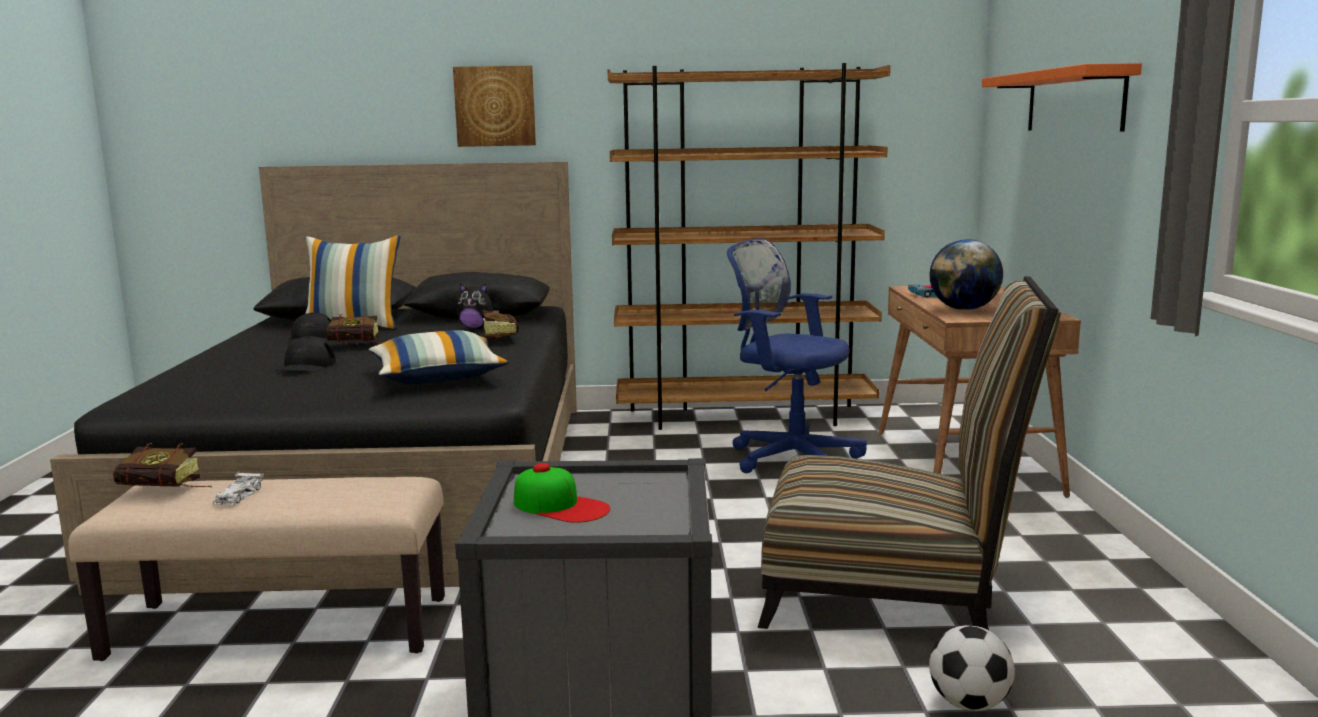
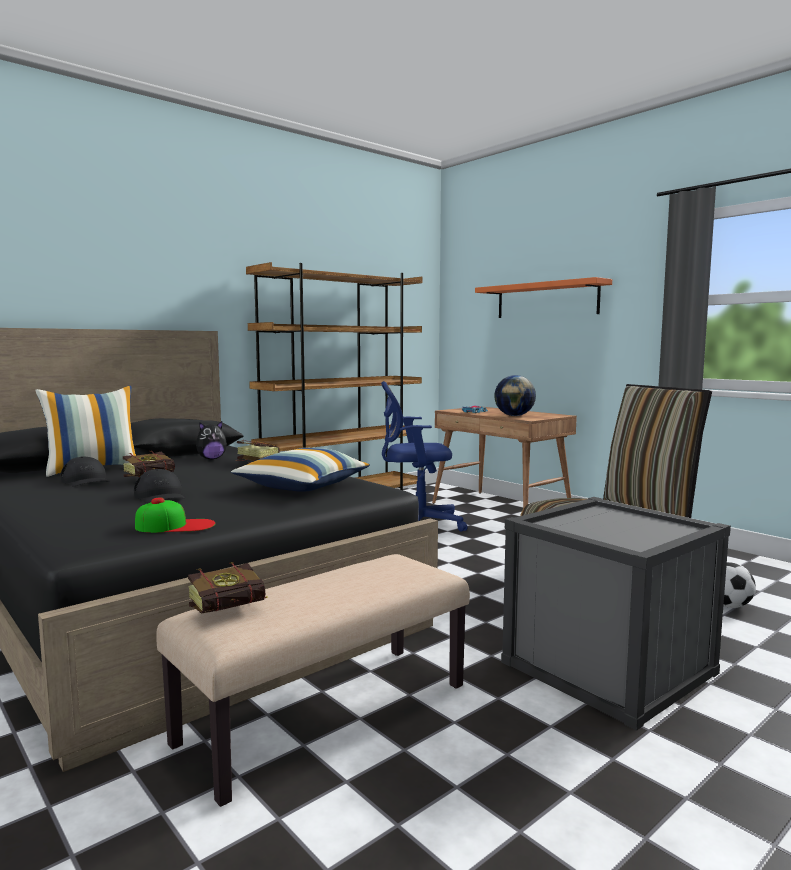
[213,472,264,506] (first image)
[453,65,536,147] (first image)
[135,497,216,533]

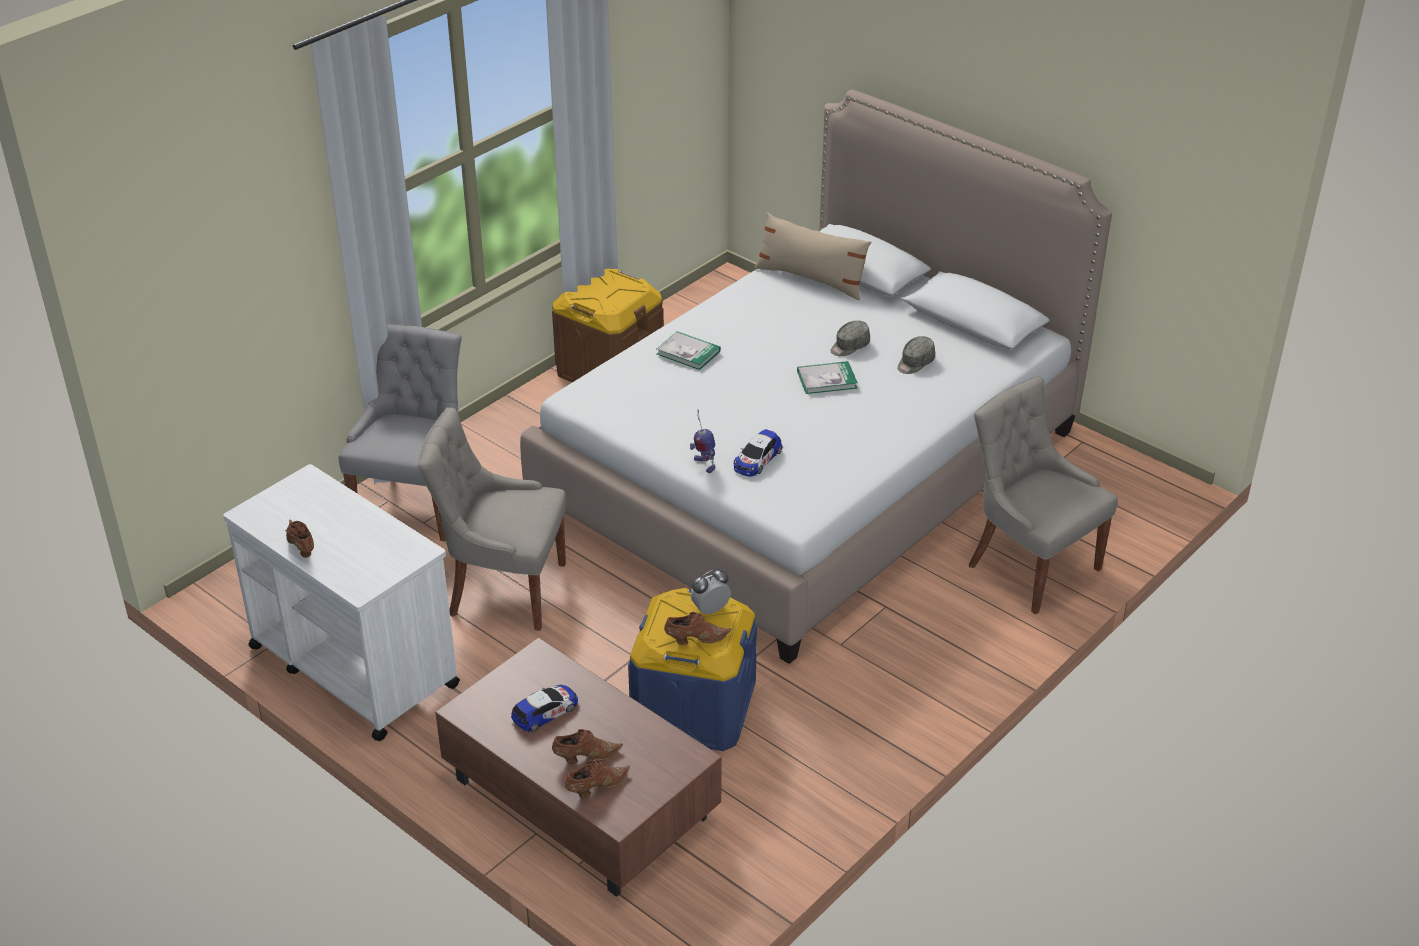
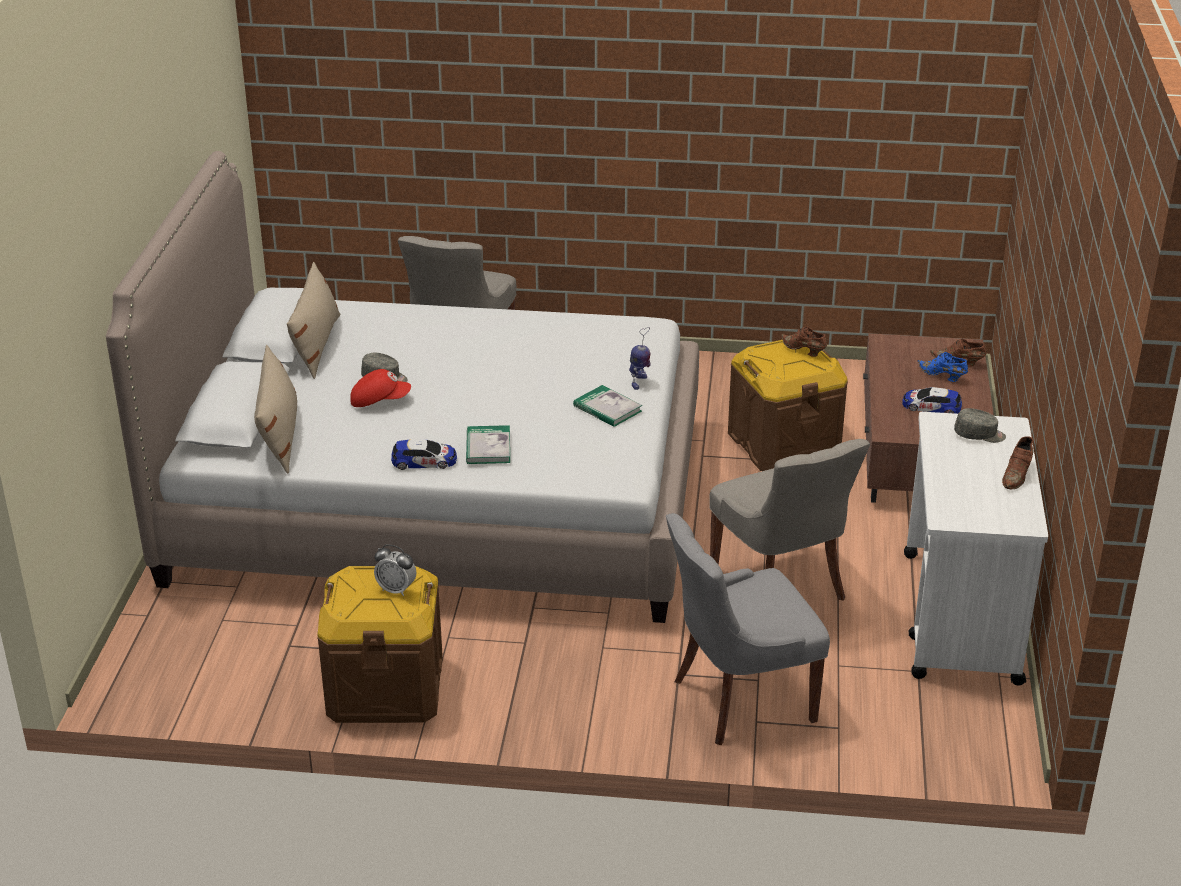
[287,262,340,378]
[350,369,411,407]
[374,544,417,596]
[391,439,457,470]
[573,385,642,427]
[954,408,1006,443]
[917,352,968,382]
[728,340,848,471]

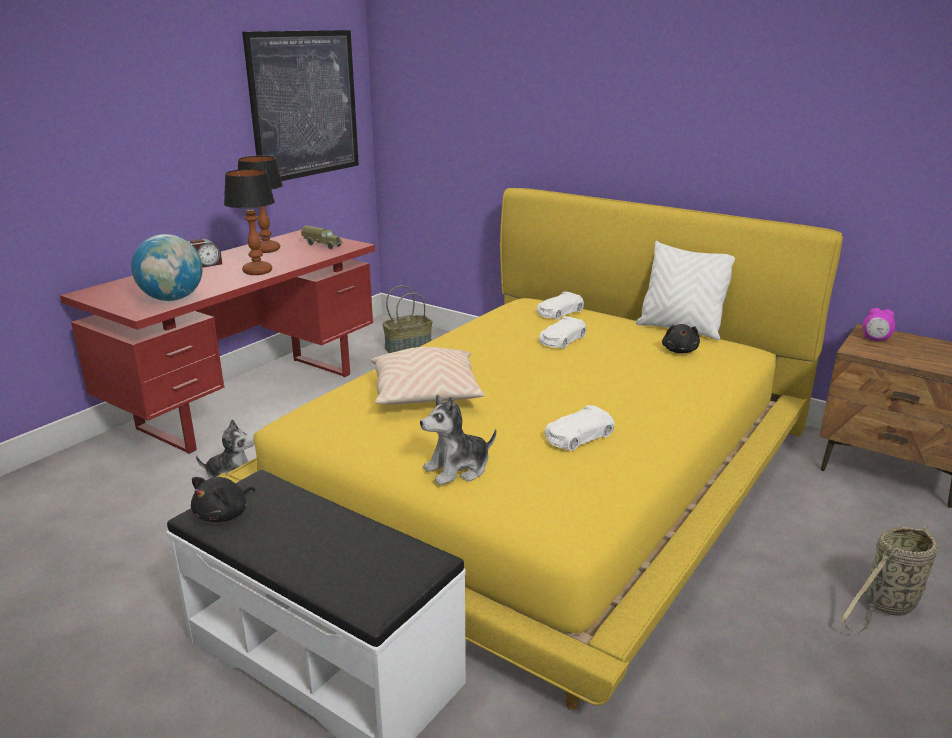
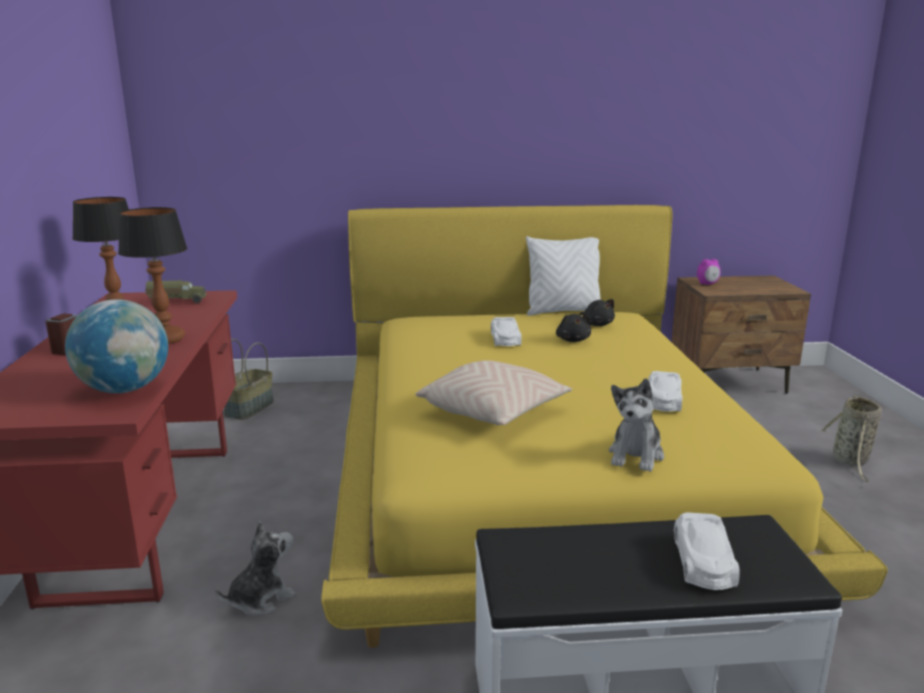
[242,30,359,181] (first image)
[556,314,591,342]
[674,512,740,590]

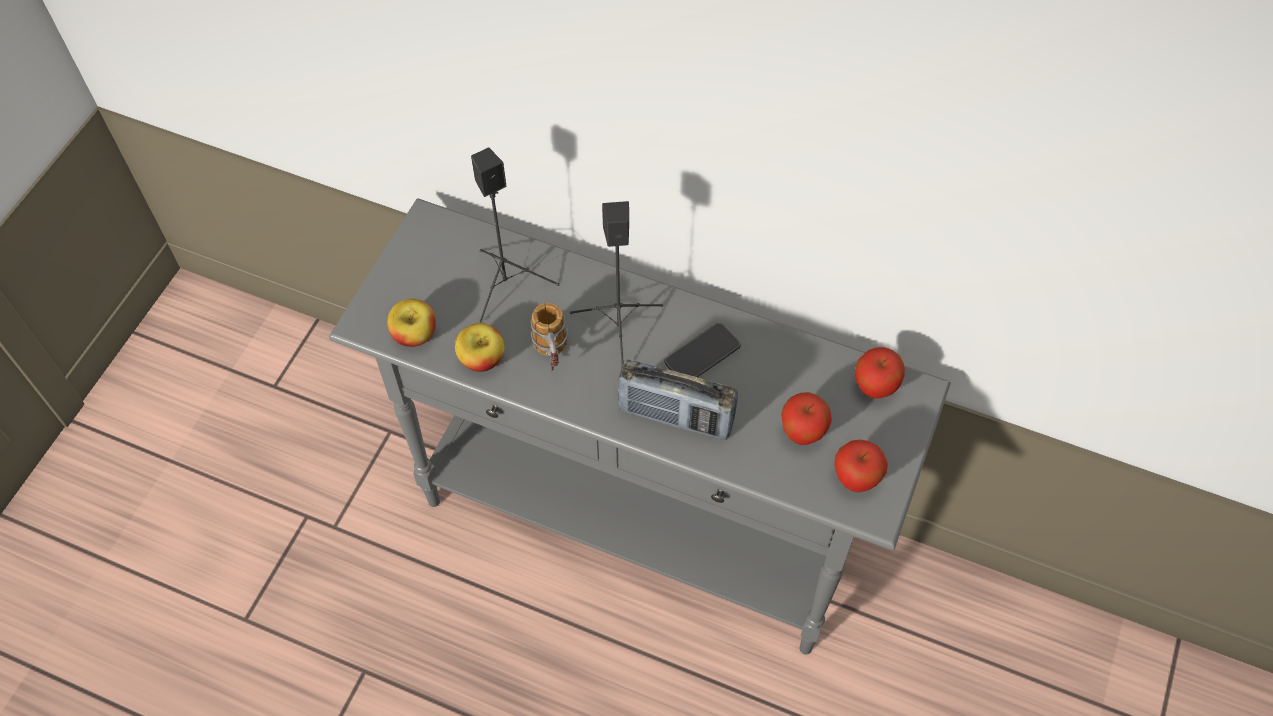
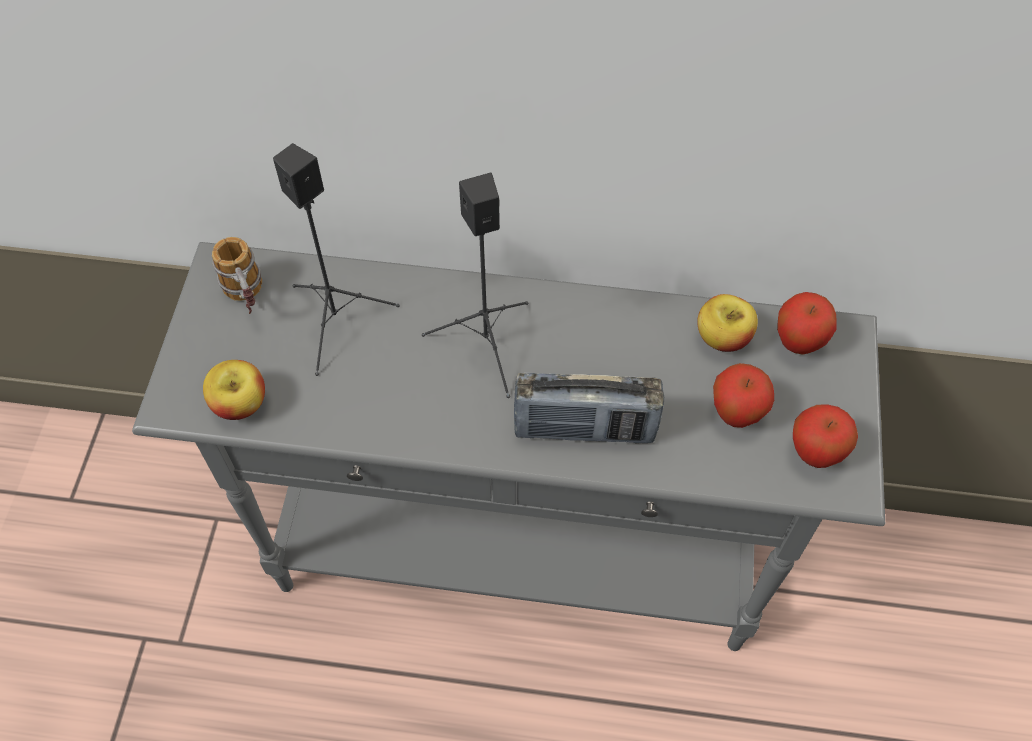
[664,323,741,377] (first image)
[697,294,758,352]
[212,237,262,314]

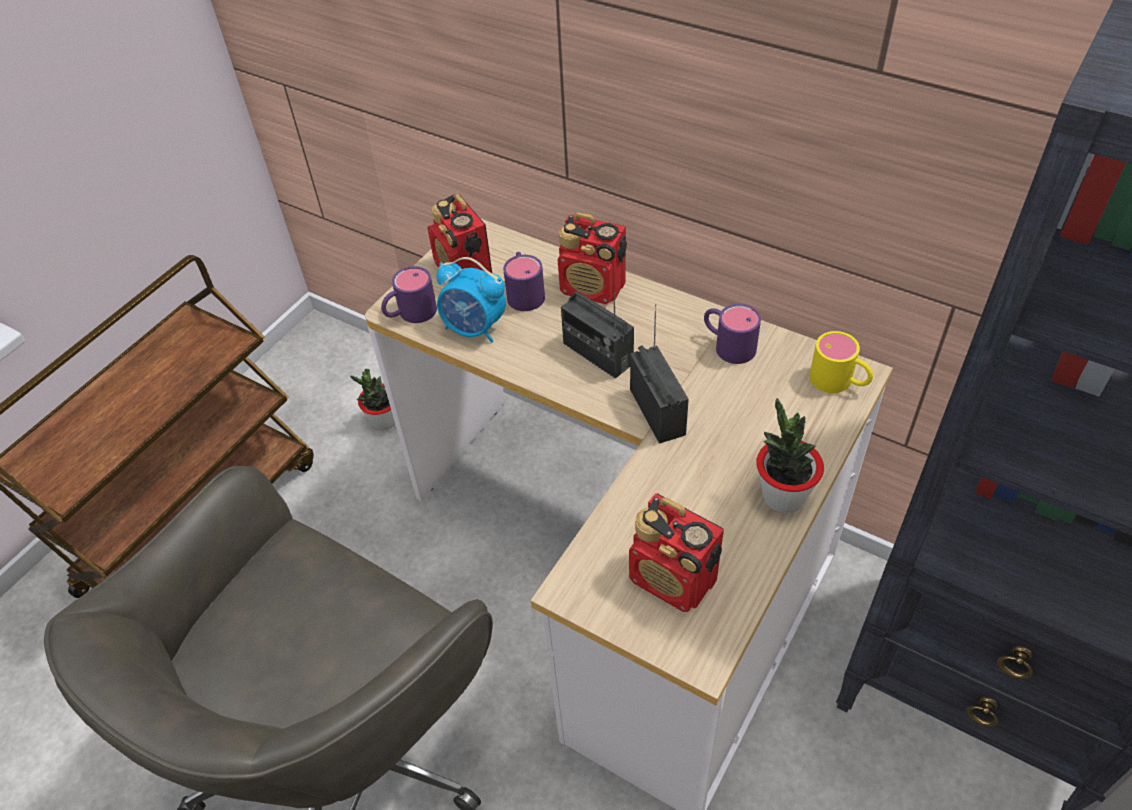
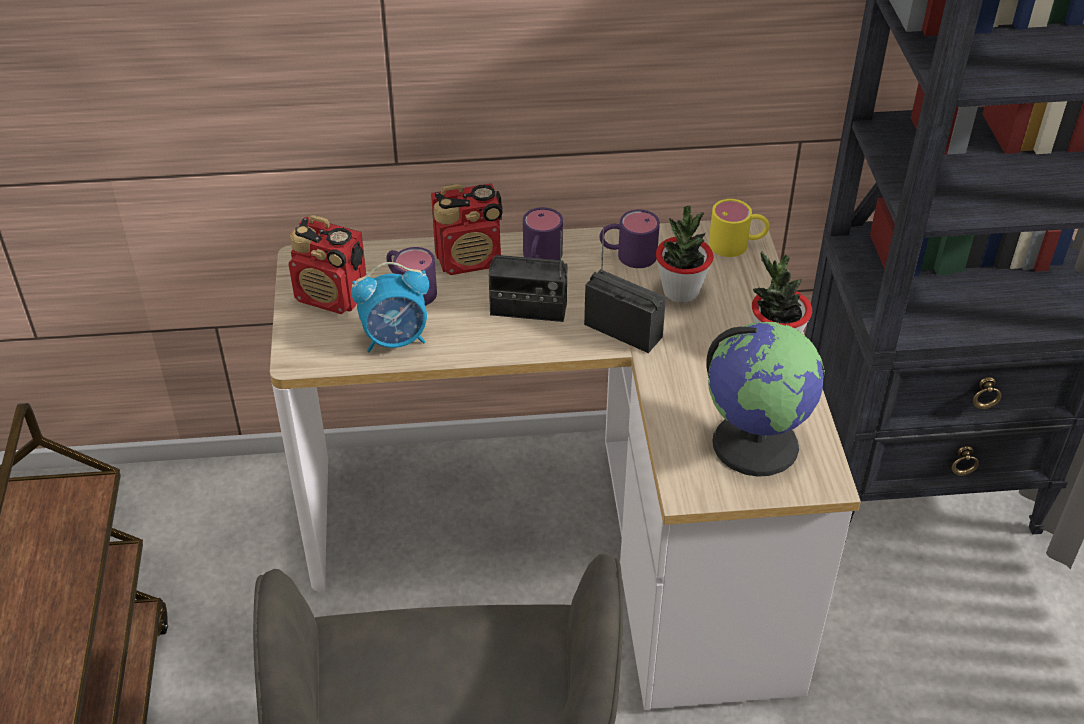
[656,206,713,303]
[523,207,563,260]
[706,322,825,477]

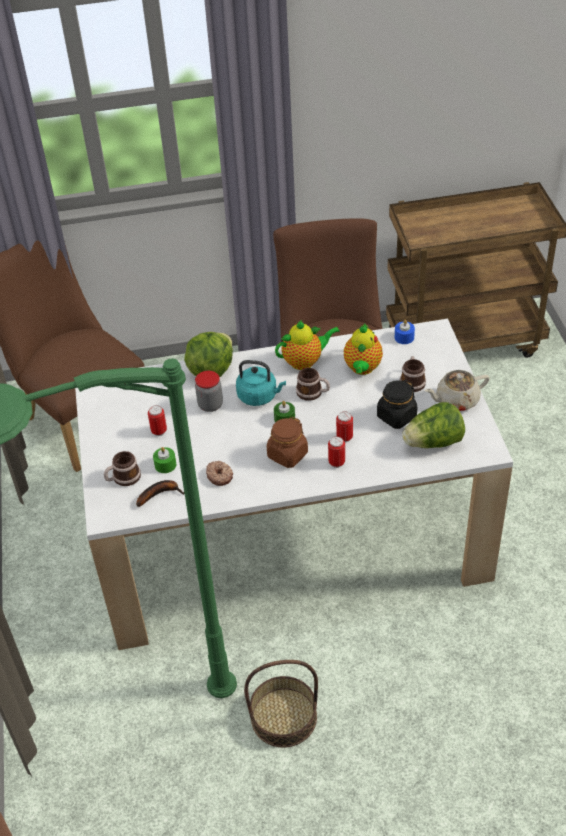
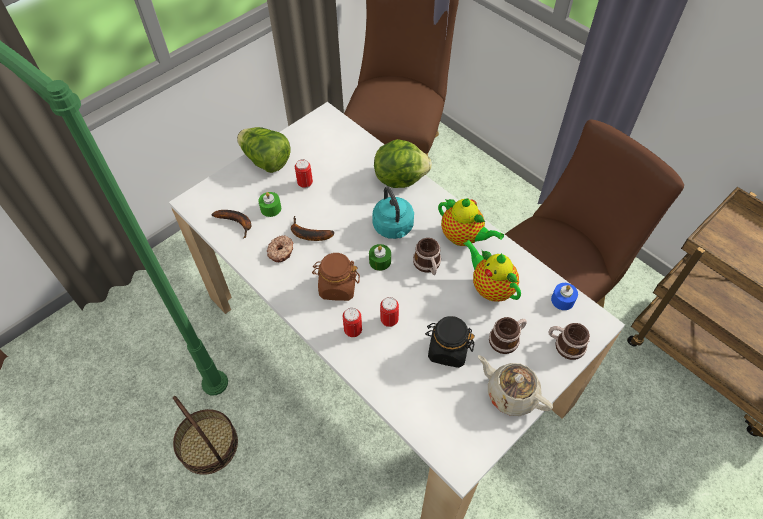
[195,371,223,412] (first image)
[291,216,334,241]
[548,323,590,360]
[237,127,291,173]
[463,239,521,302]

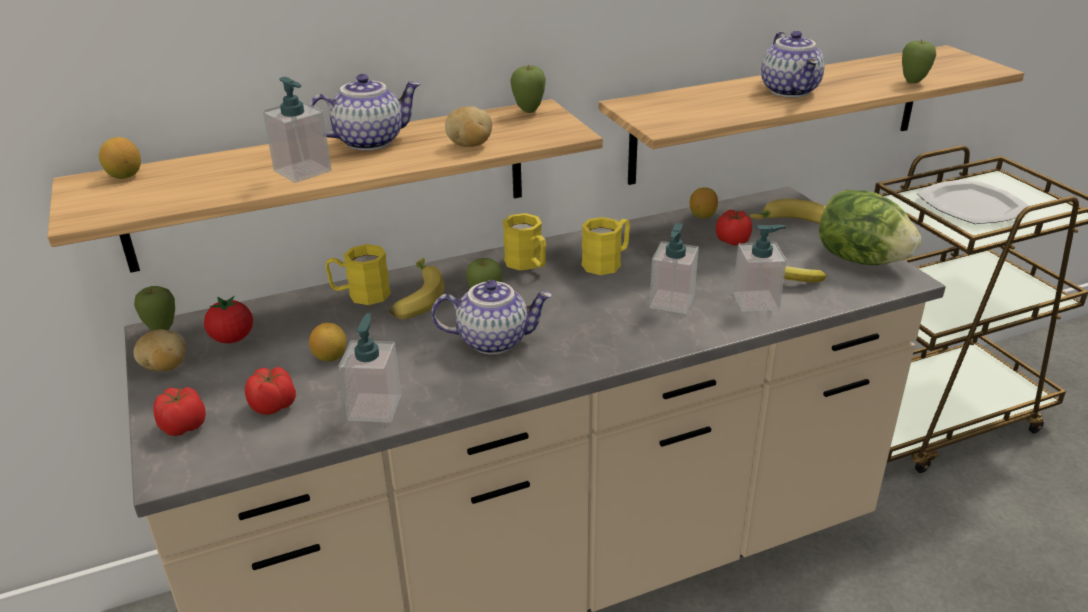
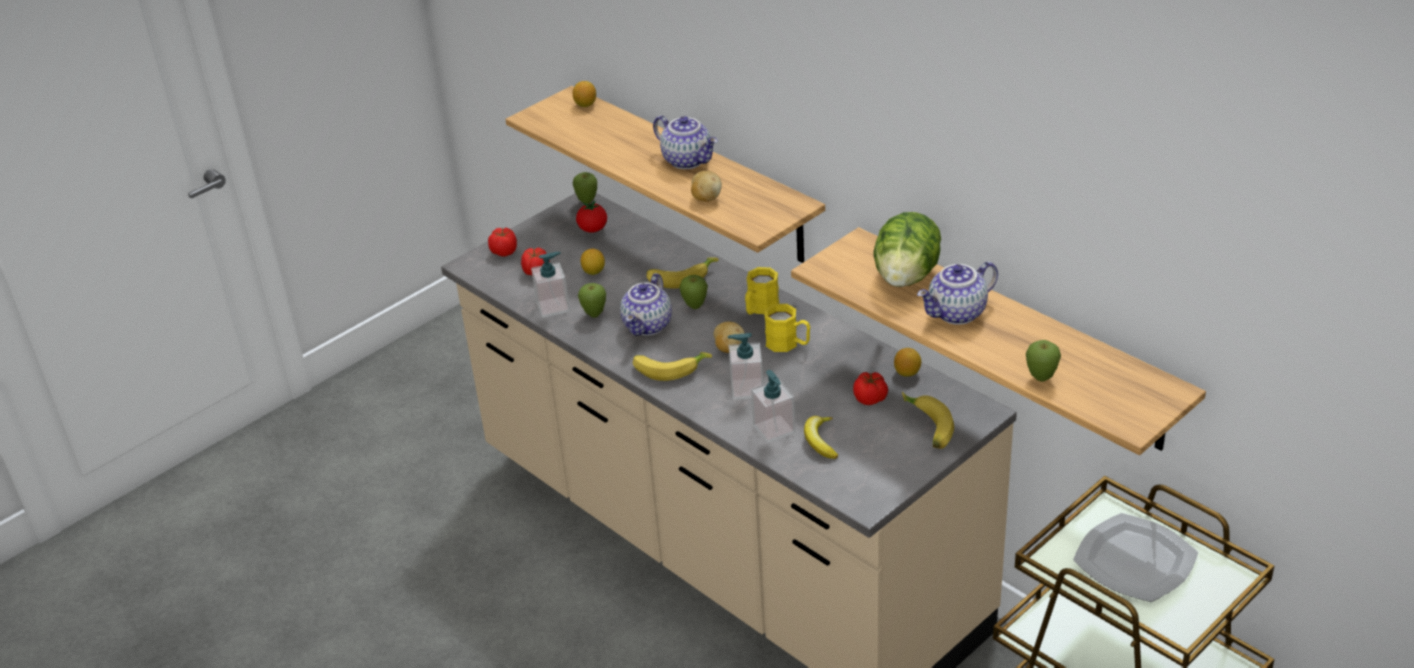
[263,77,332,183] (first image)
[326,244,391,305] (first image)
[633,352,712,381]
[713,321,745,353]
[578,283,606,318]
[873,212,941,287]
[620,273,672,336]

